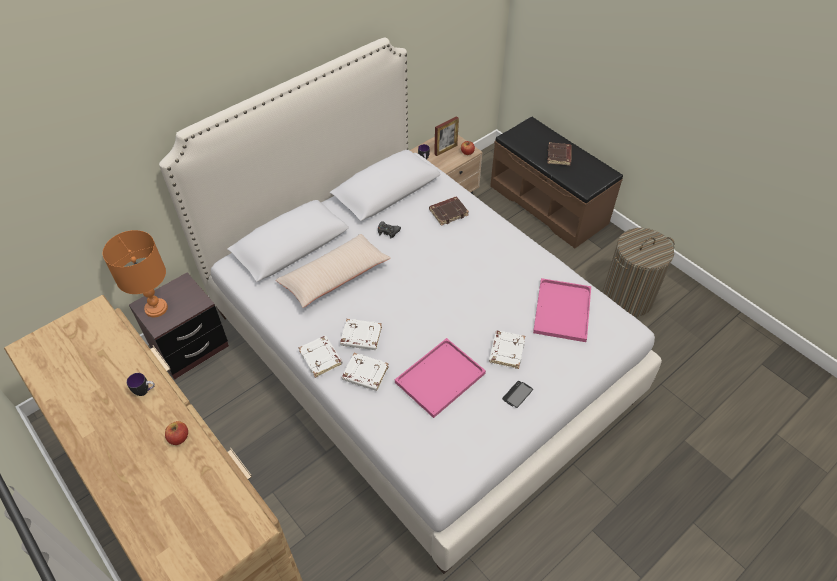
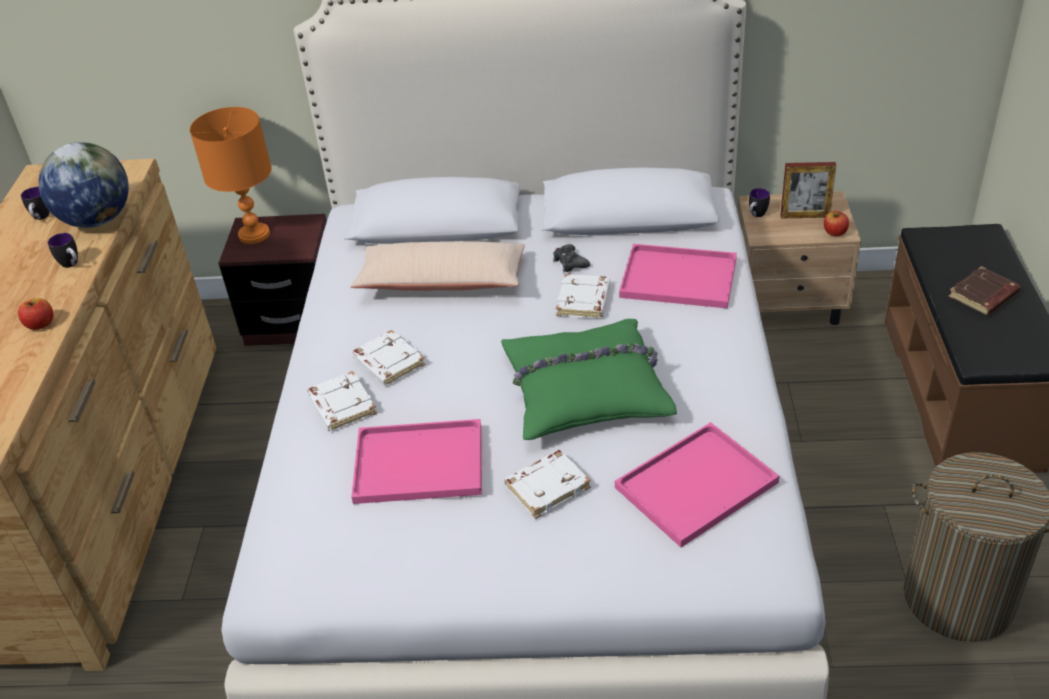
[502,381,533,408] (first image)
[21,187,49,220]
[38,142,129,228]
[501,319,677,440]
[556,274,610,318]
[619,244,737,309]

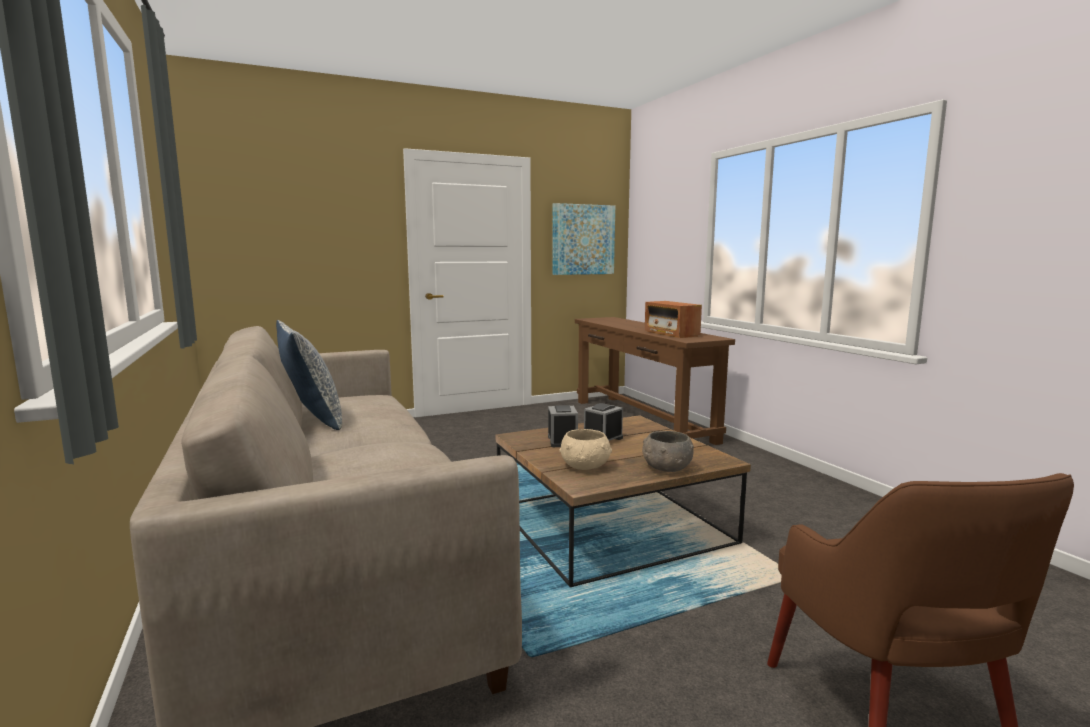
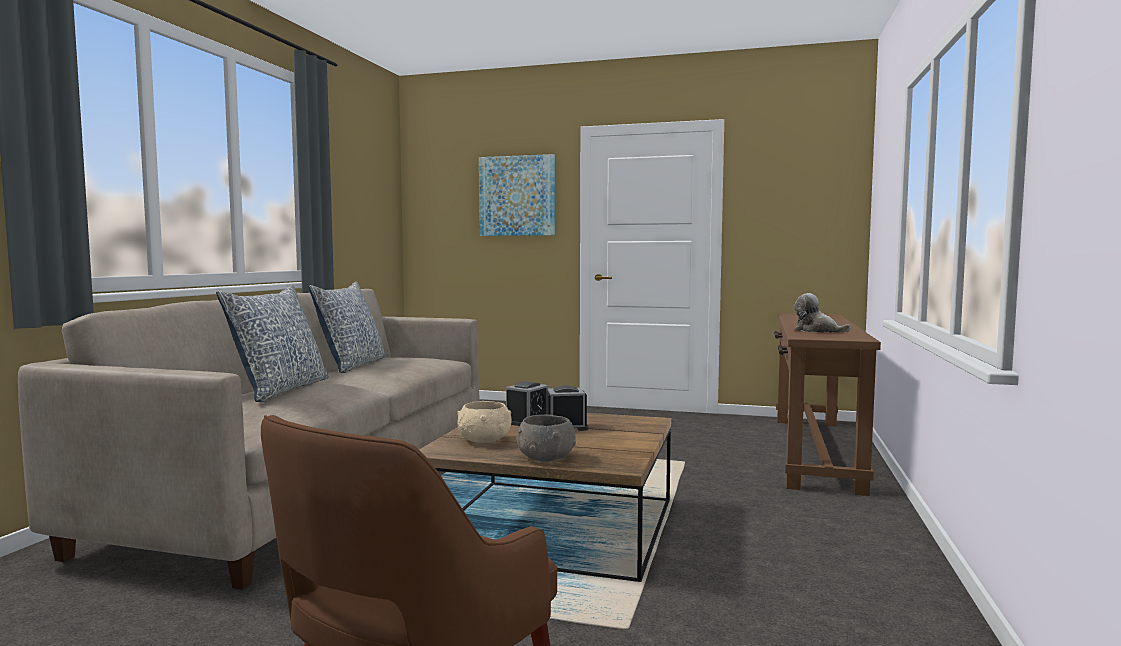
[216,285,329,402]
[479,154,555,236]
[794,293,851,333]

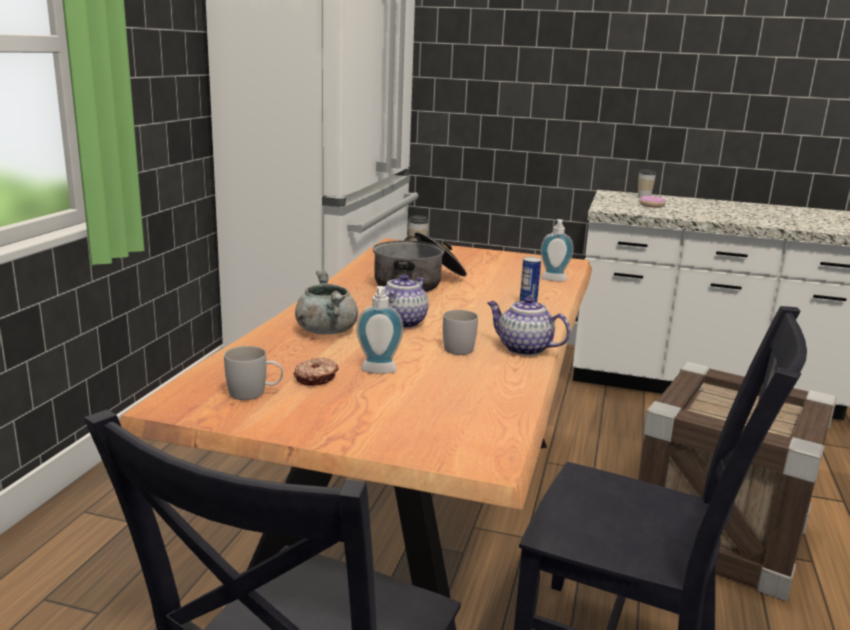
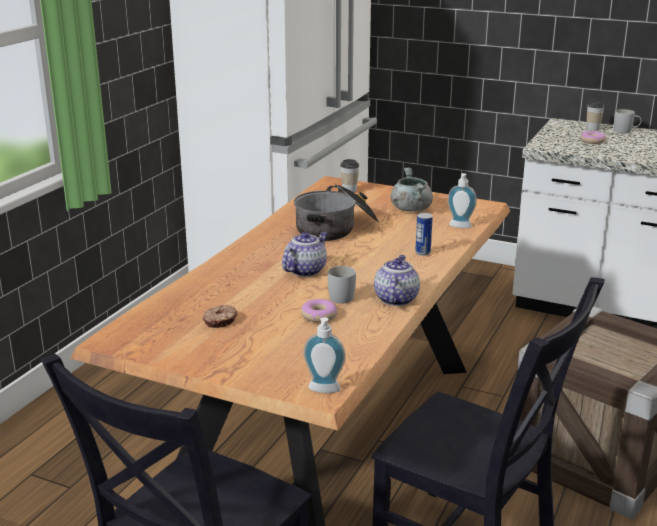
[301,299,337,323]
[614,109,641,133]
[391,167,433,212]
[303,317,346,393]
[374,255,420,306]

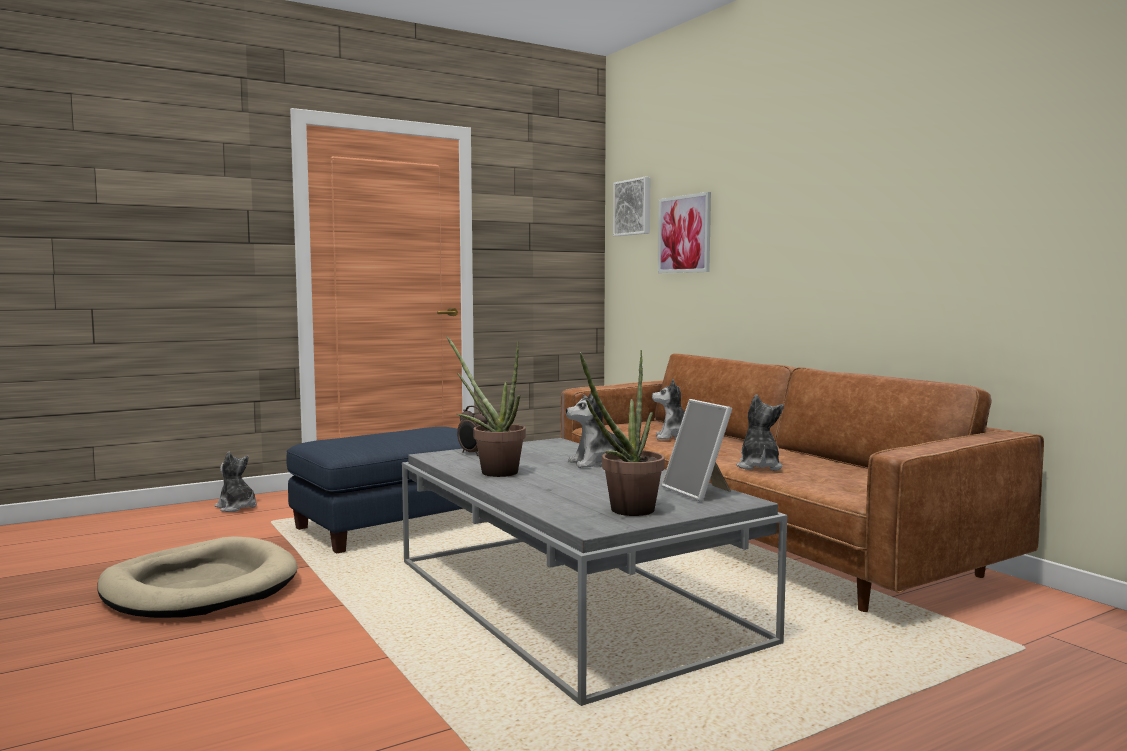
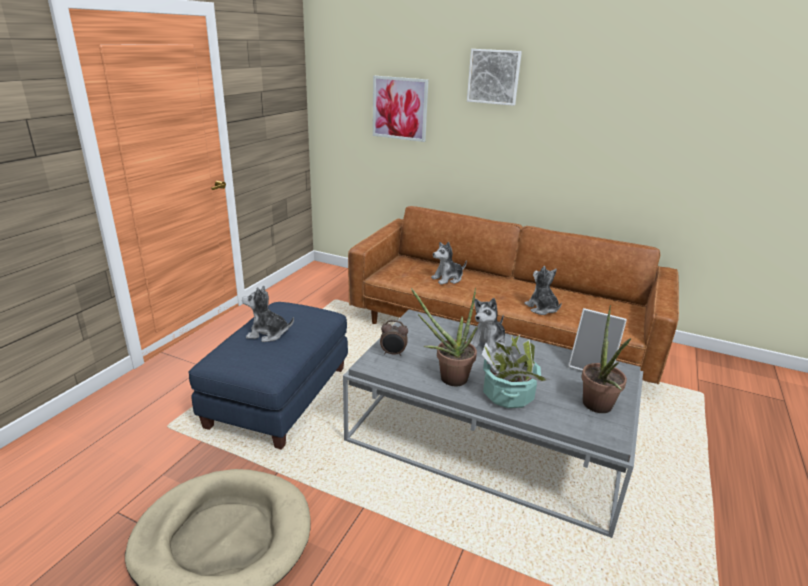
[482,334,551,408]
[242,285,294,342]
[467,49,522,106]

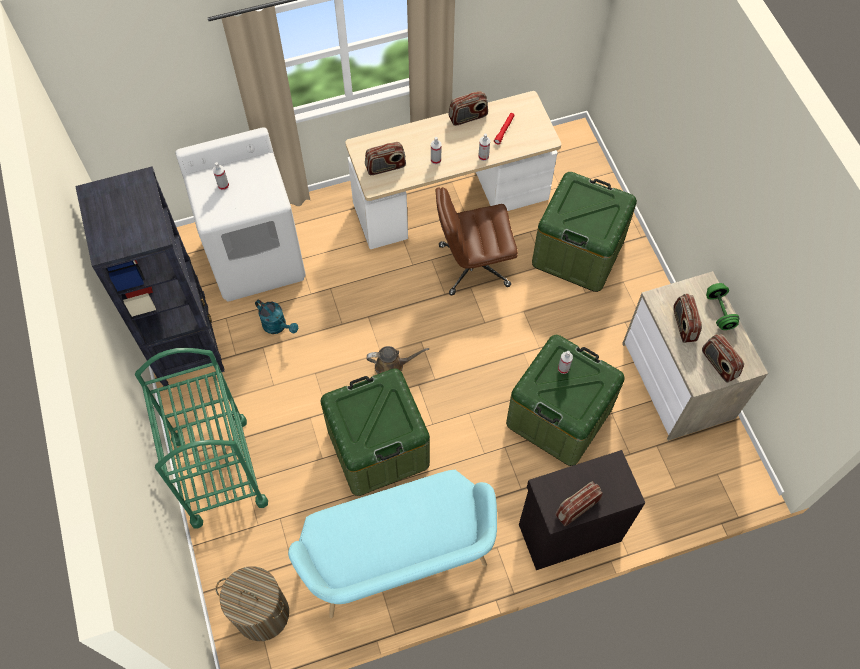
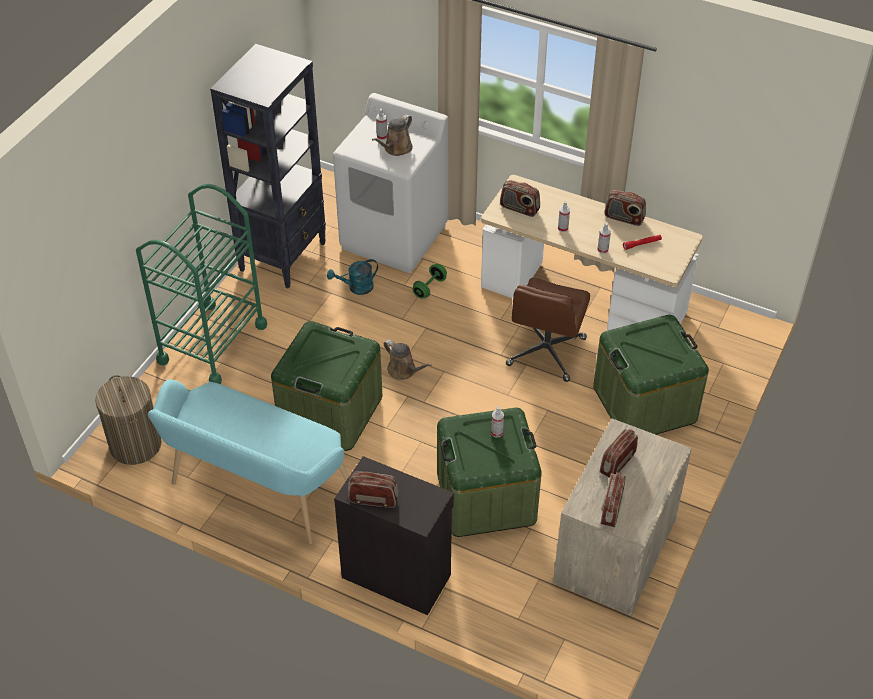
[372,114,413,156]
[412,264,447,299]
[327,259,378,295]
[506,278,590,382]

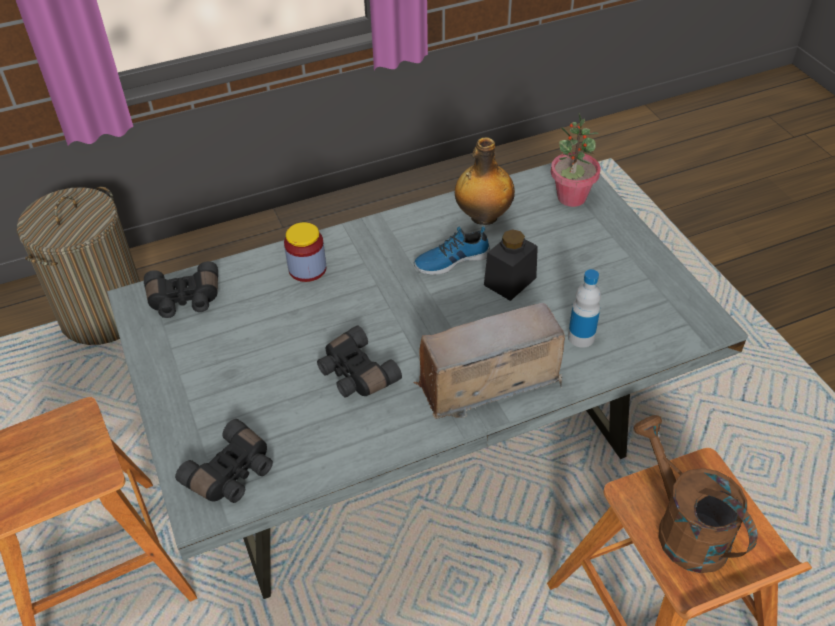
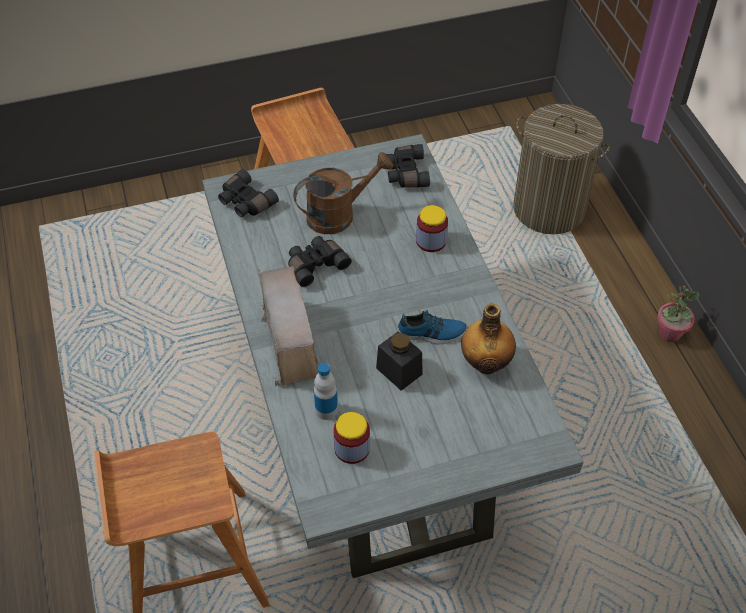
[333,412,370,464]
[657,285,699,342]
[293,152,393,234]
[396,310,467,344]

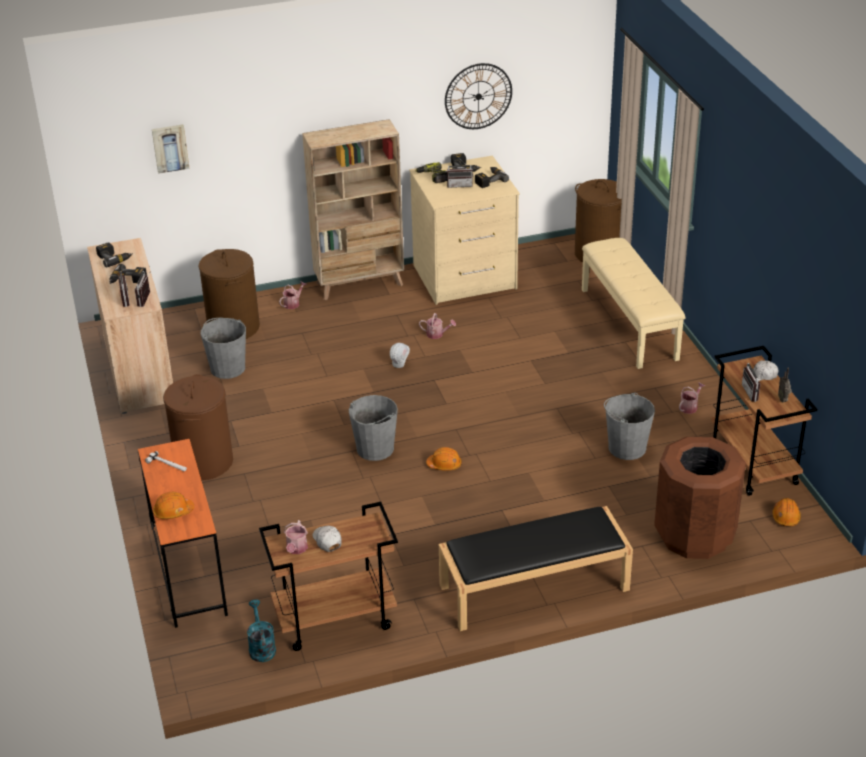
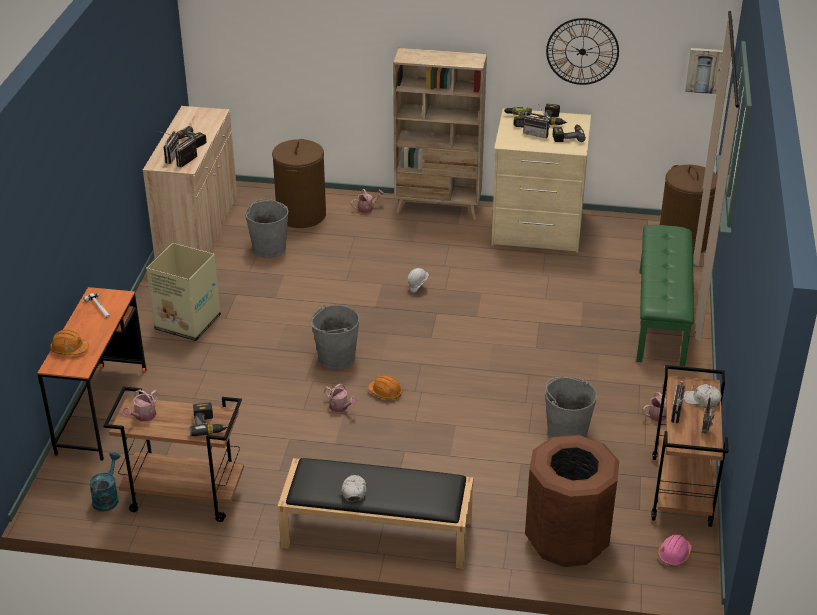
[190,403,228,436]
[685,48,723,94]
[341,475,367,502]
[325,384,358,412]
[146,243,221,341]
[637,225,694,366]
[658,534,692,566]

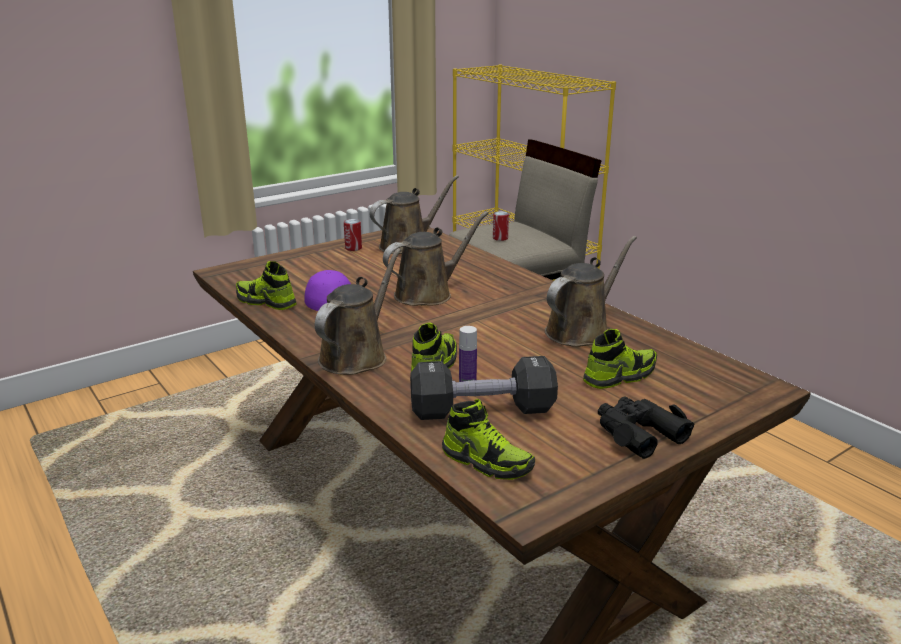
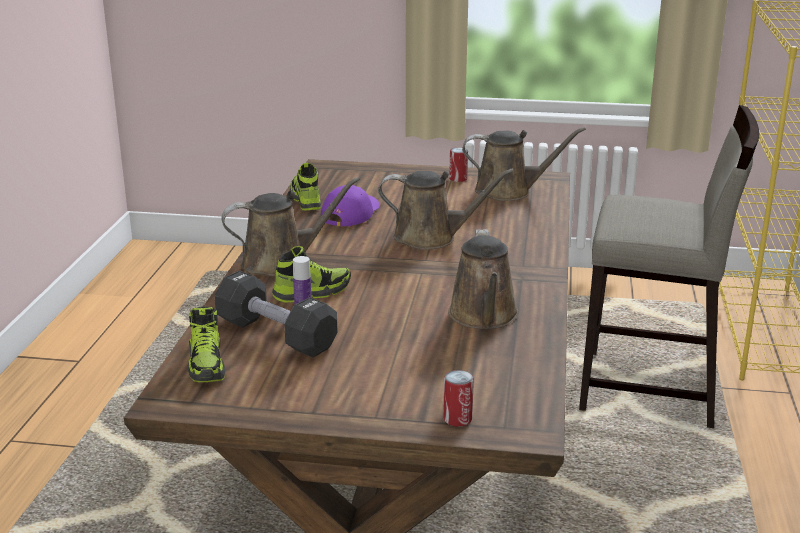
[583,329,657,389] (first image)
[598,396,695,459] (first image)
[443,370,474,427]
[448,229,519,329]

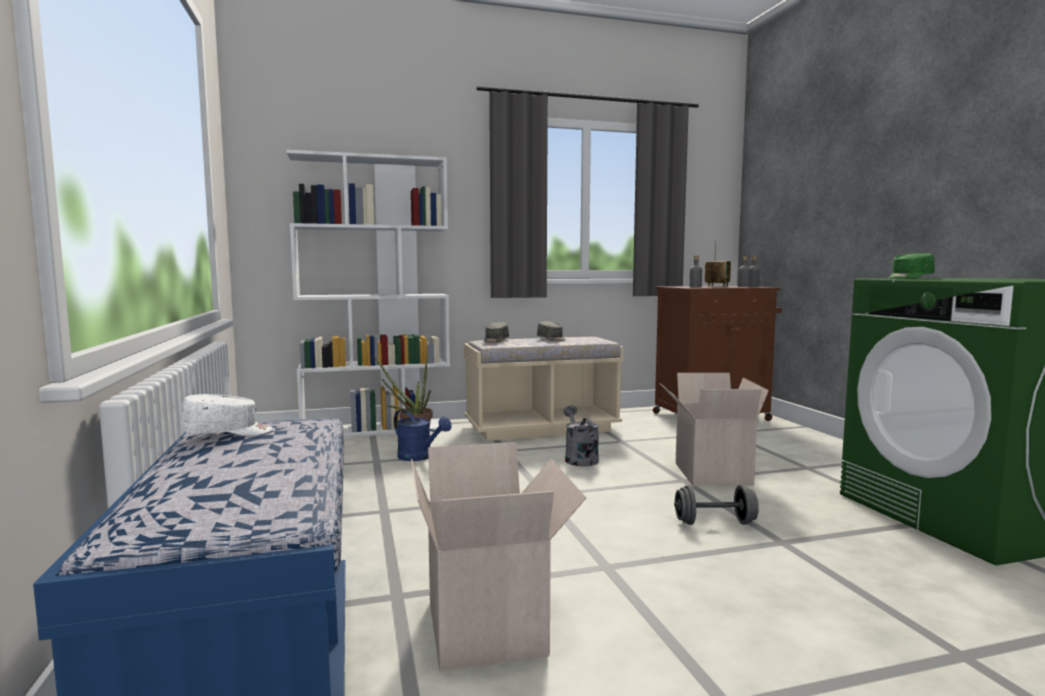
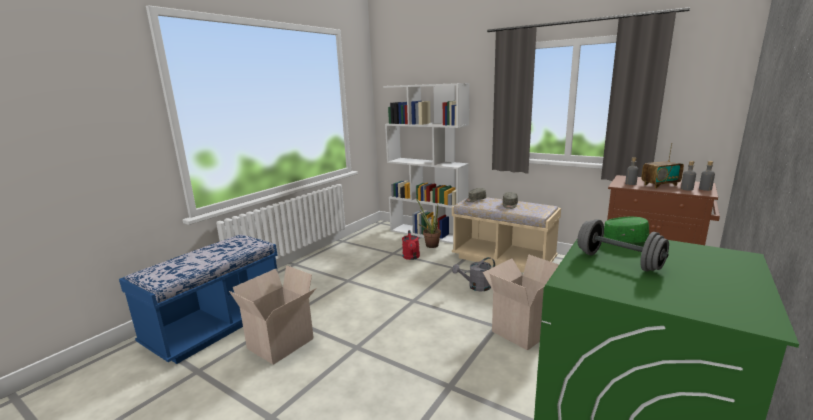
[180,394,273,436] (first image)
[577,219,669,272]
[402,230,420,260]
[452,257,495,291]

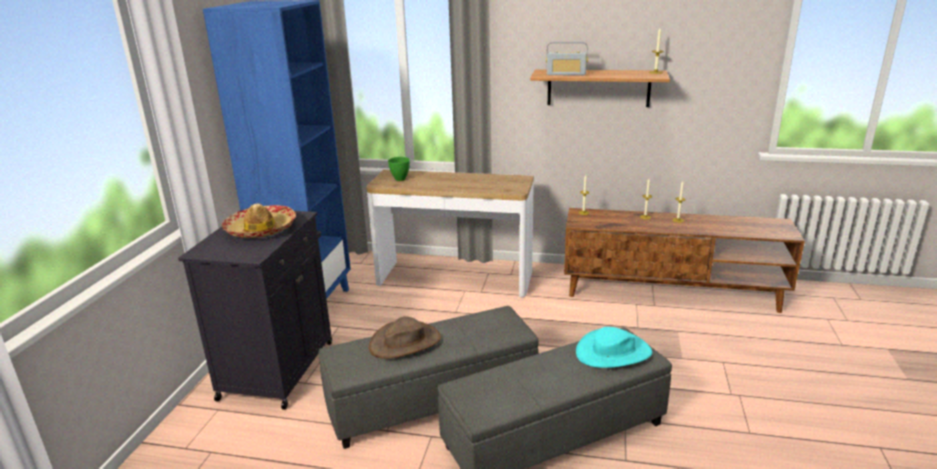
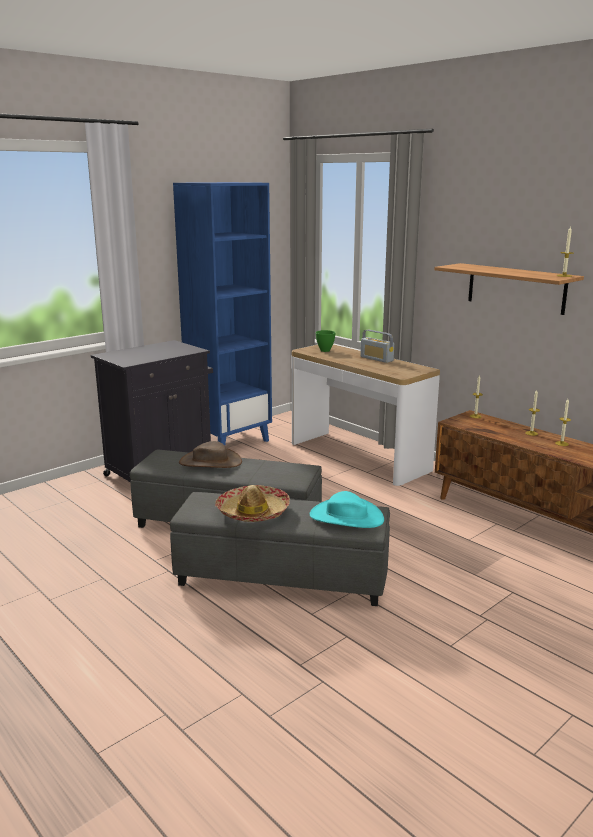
[215,485,290,522]
[360,330,394,363]

